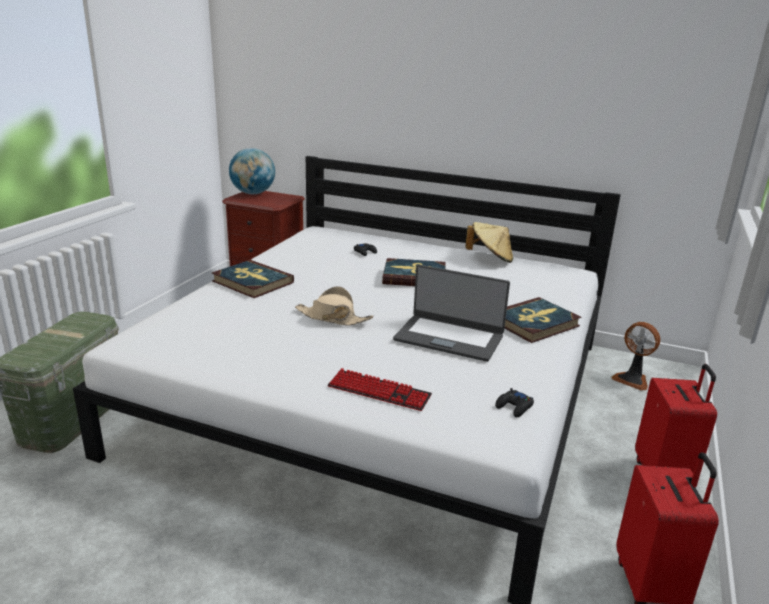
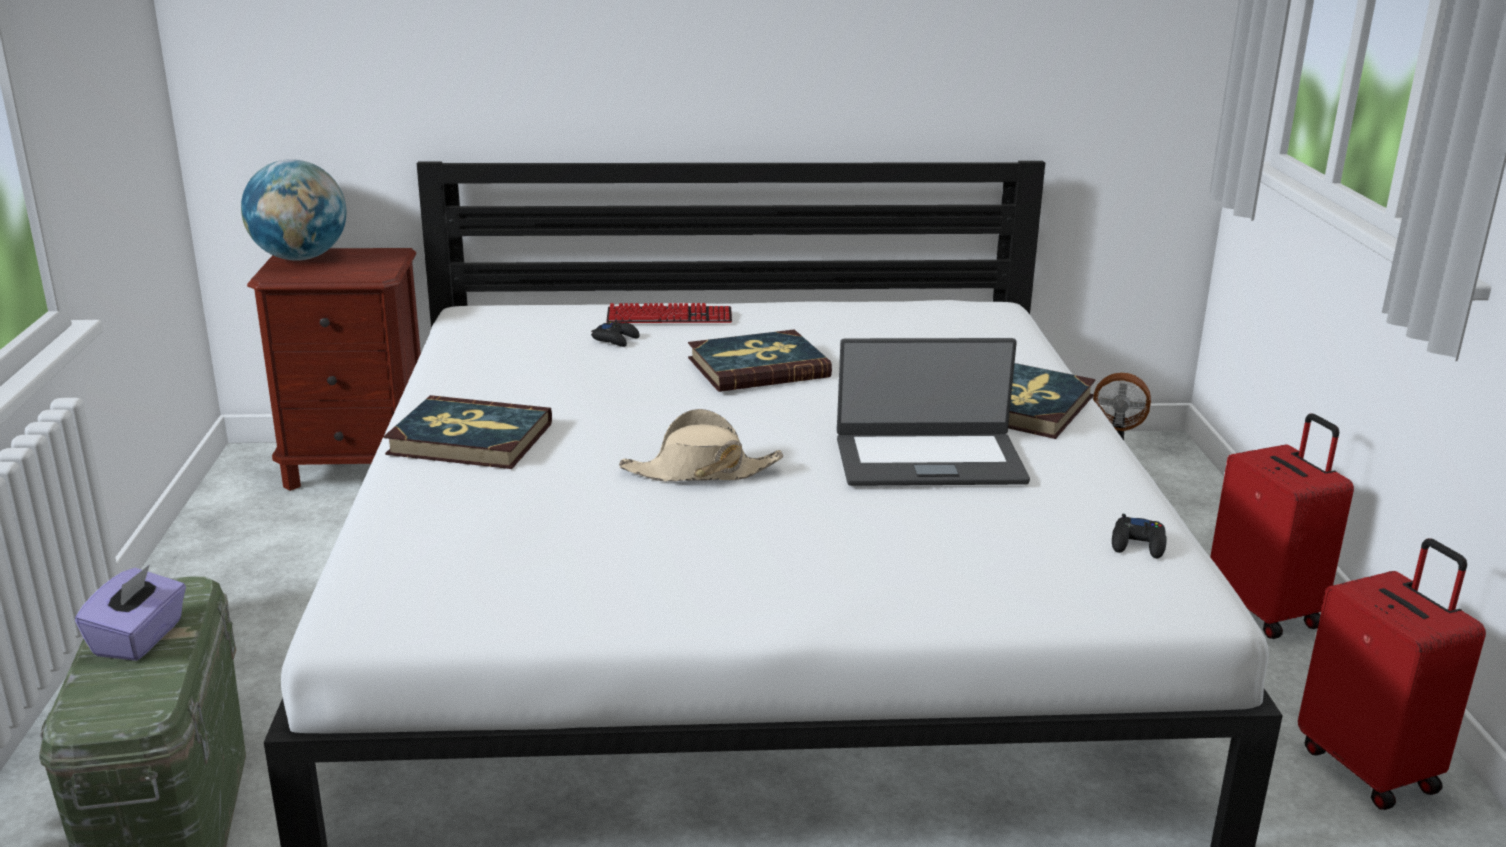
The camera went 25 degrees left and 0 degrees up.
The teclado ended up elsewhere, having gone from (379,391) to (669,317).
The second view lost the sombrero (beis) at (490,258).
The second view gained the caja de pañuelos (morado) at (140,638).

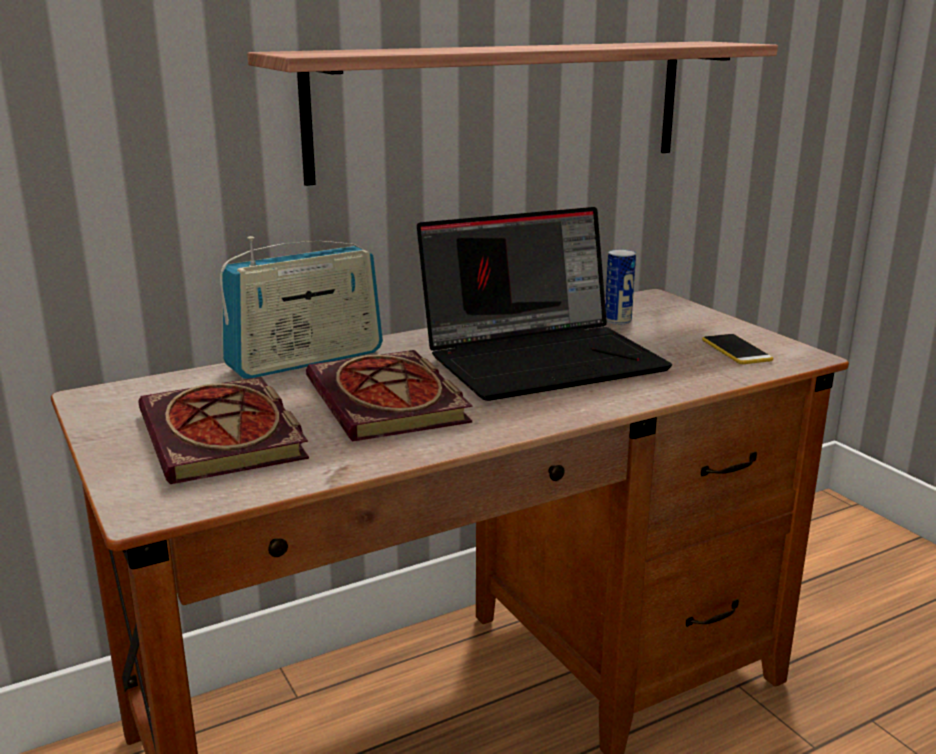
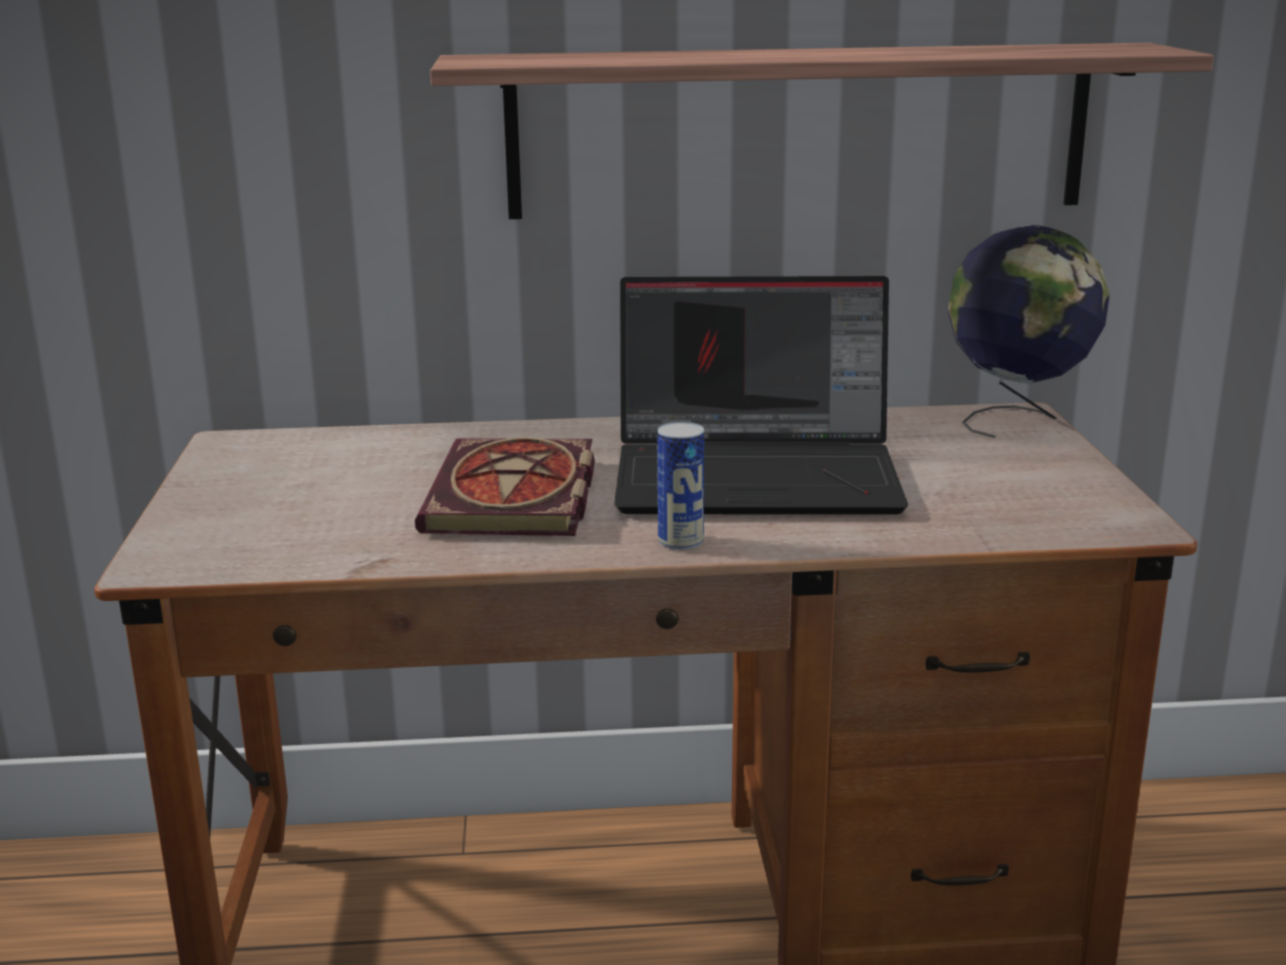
The camera went 25 degrees right and 0 degrees up.
The second view lost the libro at (226,437).
The second view lost the radio at (306,360).
The lata ended up elsewhere, having gone from (618,321) to (680,541).
The second view lost the móvil at (736,350).
The second view gained the globo terráqueo at (1017,419).

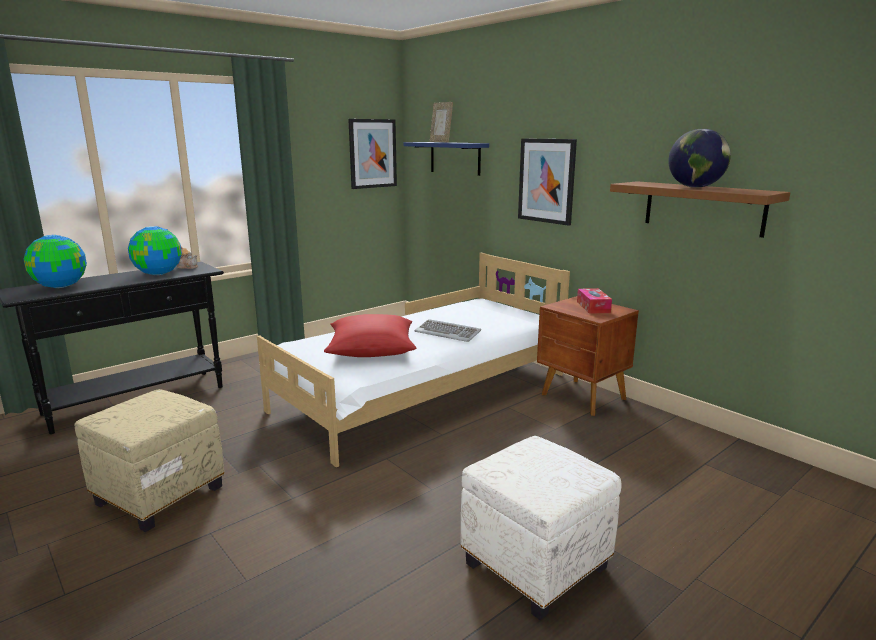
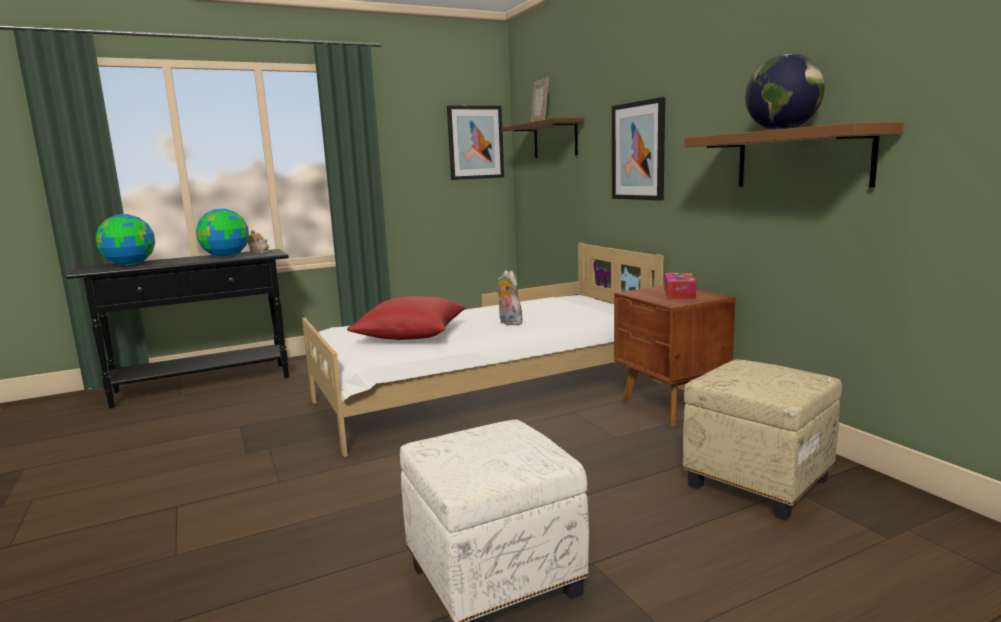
The camera went 15 degrees right and 5 degrees down.
The puf (beis) ended up elsewhere, having gone from (159,496) to (758,483).
What was the estante (azul) at (455,158) turned into the estante (marrón) at (555,139).
Where the teclado stood at (448,333), the peluche came to stand at (508,323).

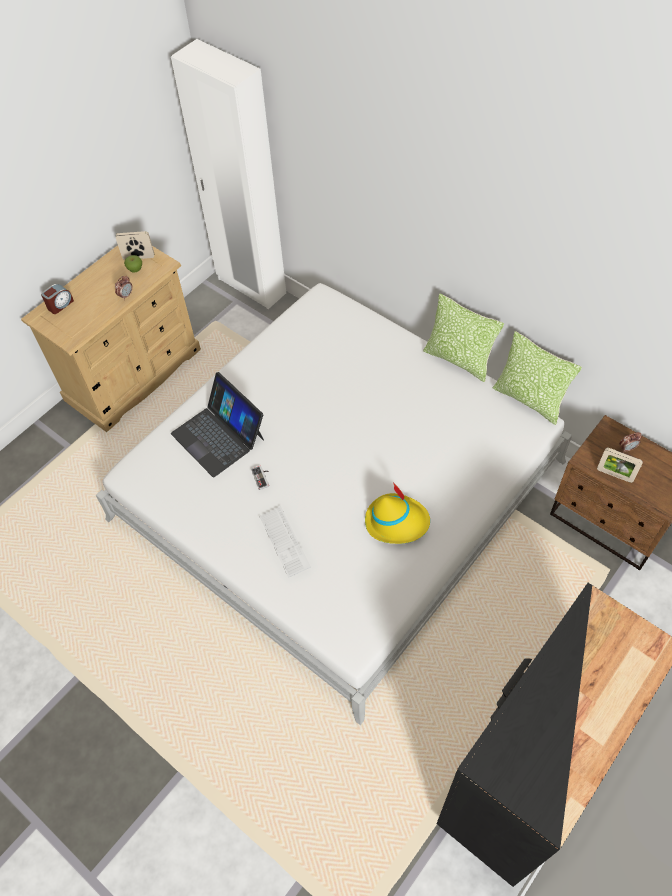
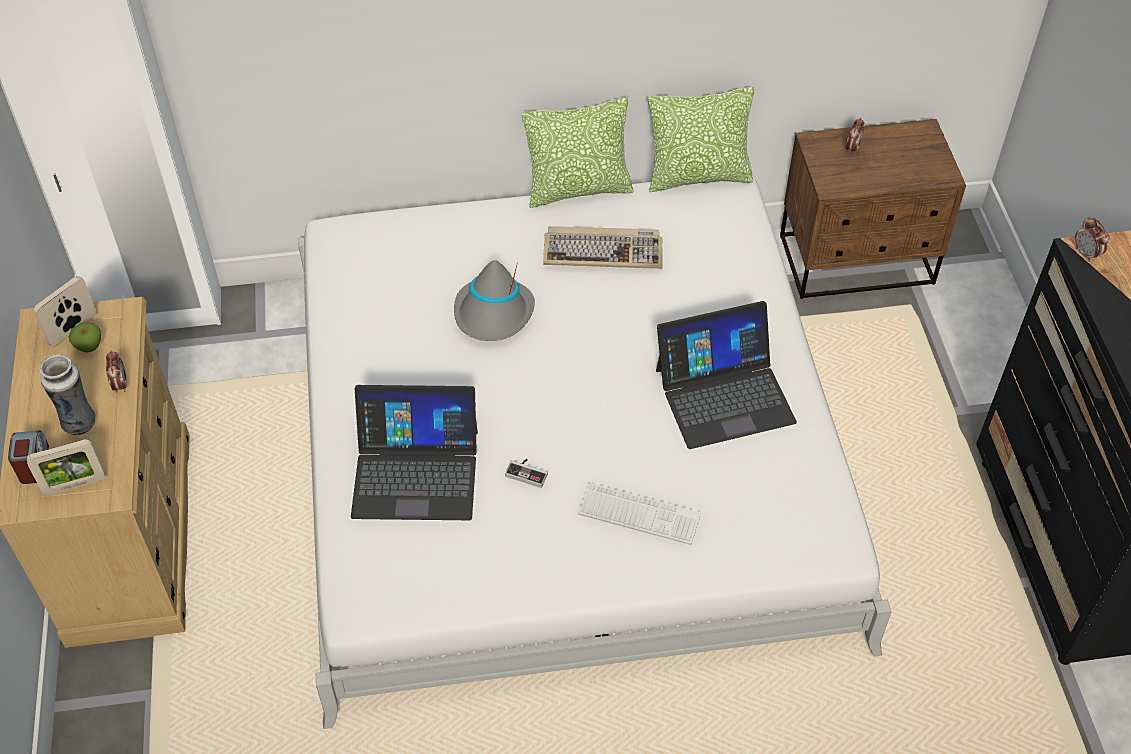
The camera went 50 degrees left and 5 degrees down.
Where the sombrero (amarillo) stood at (396,521), the portátil came to stand at (724,395).
The portarretratos ended up elsewhere, having gone from (614,475) to (74,485).
The second view gained the florero at (79,422).
The second view gained the sombrero (gris) at (494,314).
The second view gained the teclado at (603,251).
The second view gained the despertador at (1086,254).

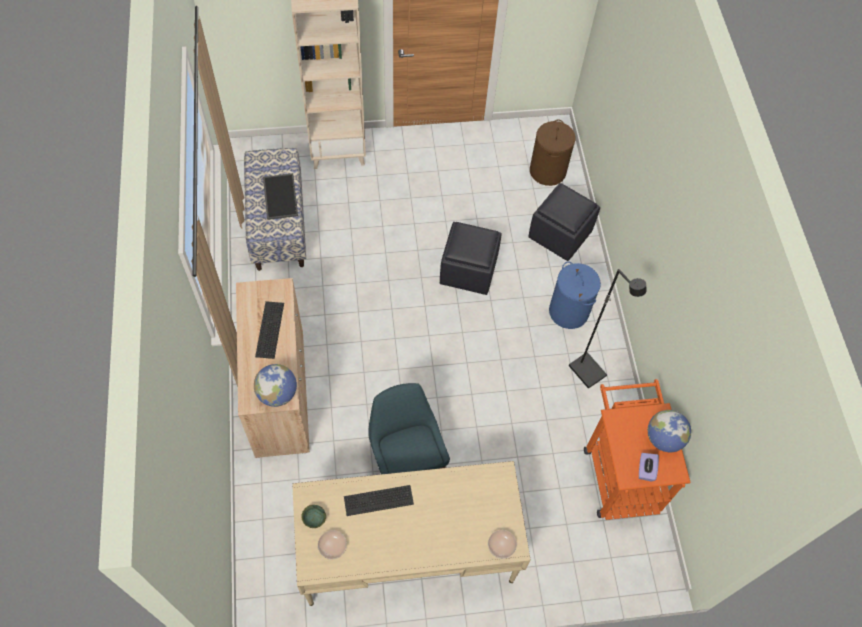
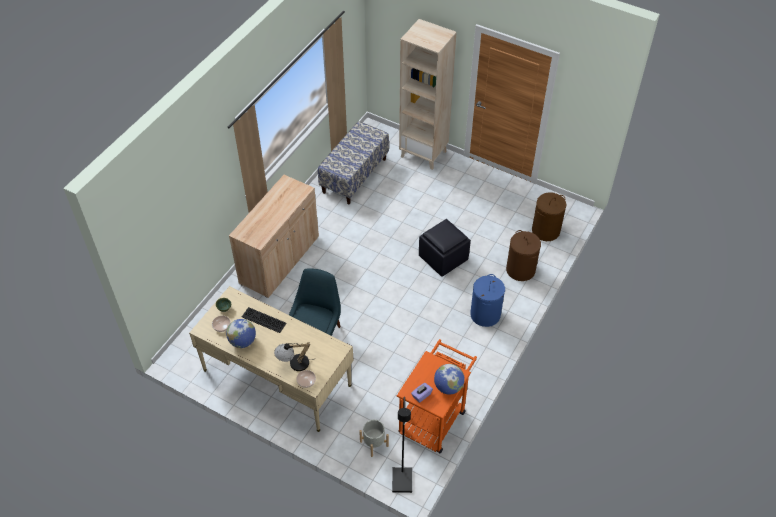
The camera went 40 degrees right and 10 degrees down.
The globo terráqueo ended up elsewhere, having gone from (277,393) to (242,341).
The second view lost the teclado at (268,329).
The second view lost the bandeja at (279,196).
Where the puf (negro) stood at (560,234), the cesto de la ropa (marrón) came to stand at (520,270).
The lámpara de pie (negro) ended up elsewhere, having gone from (588,371) to (403,481).
The second view gained the lámpara de mesa at (294,364).
The second view gained the maceta (gris) at (374,444).

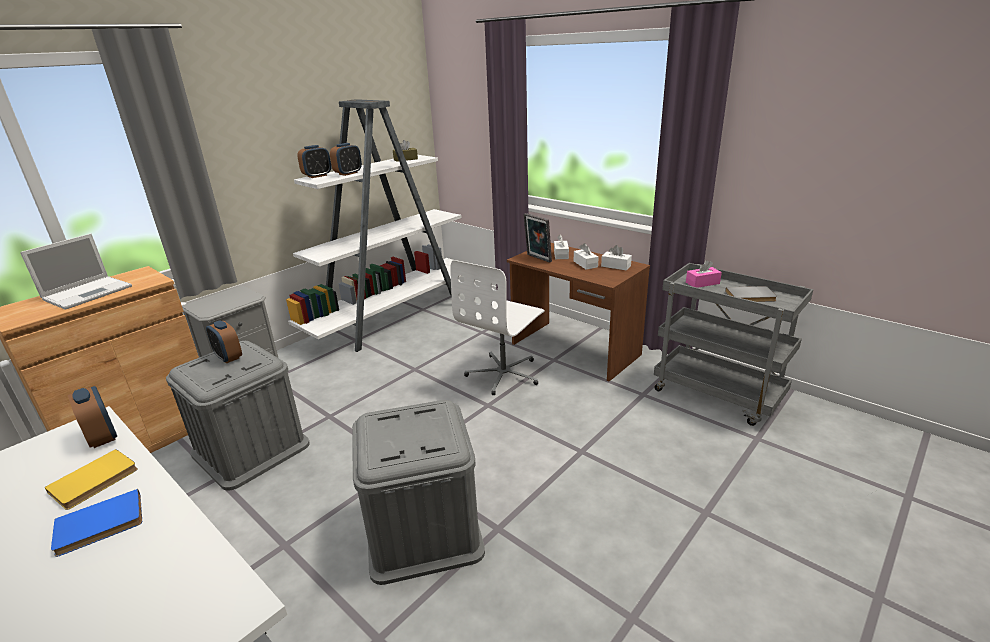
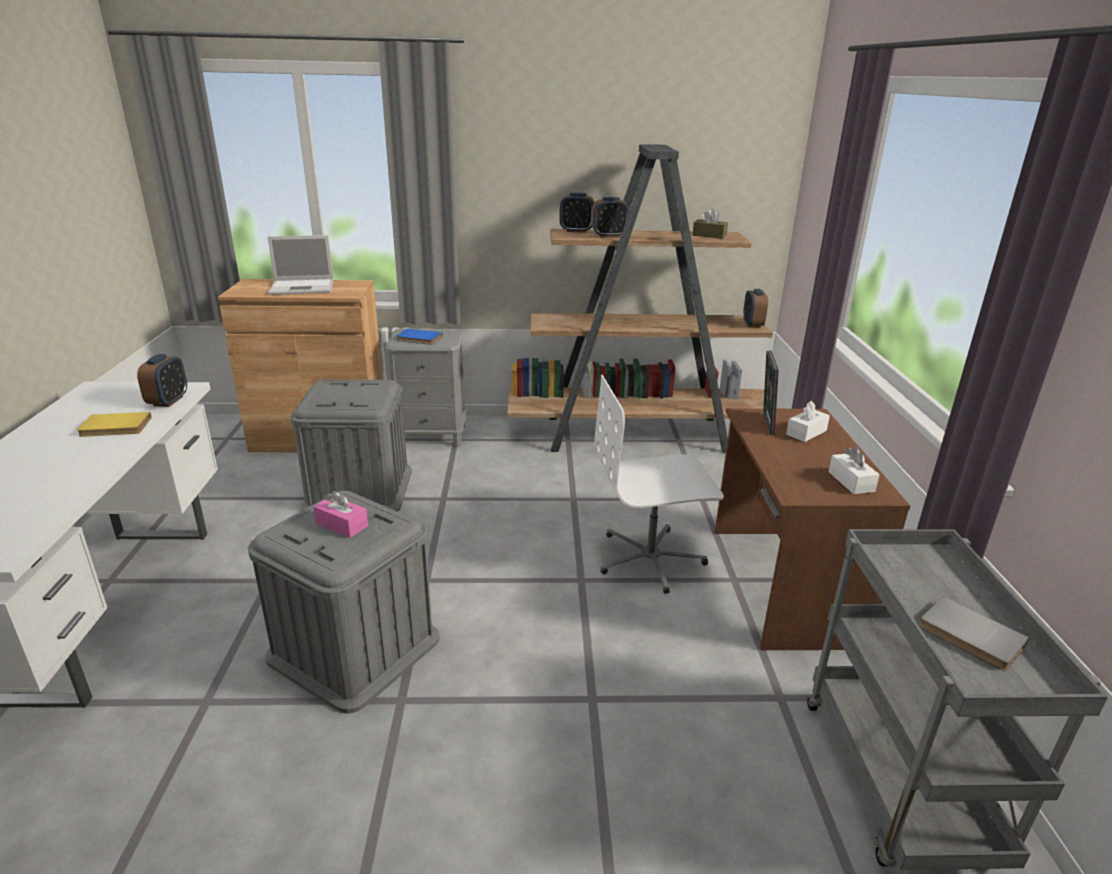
The camera went 45 degrees right and 0 degrees up.
The libro (azul) ended up elsewhere, having gone from (100,526) to (418,339).
The despertador ended up elsewhere, having gone from (228,357) to (752,324).
What was the estantería (blanco) at (395,316) turned into the estantería (marrón) at (639,434).
The second view lost the caja de pañuelos (blanco) at (585,264).
The caja de pañuelos (rosa) ended up elsewhere, having gone from (702,283) to (342,525).

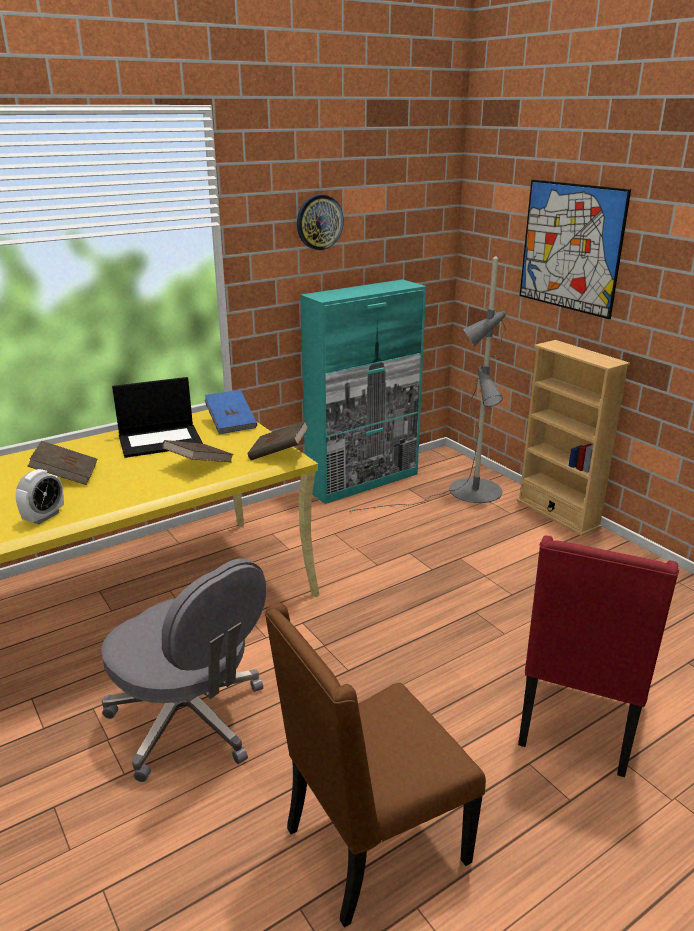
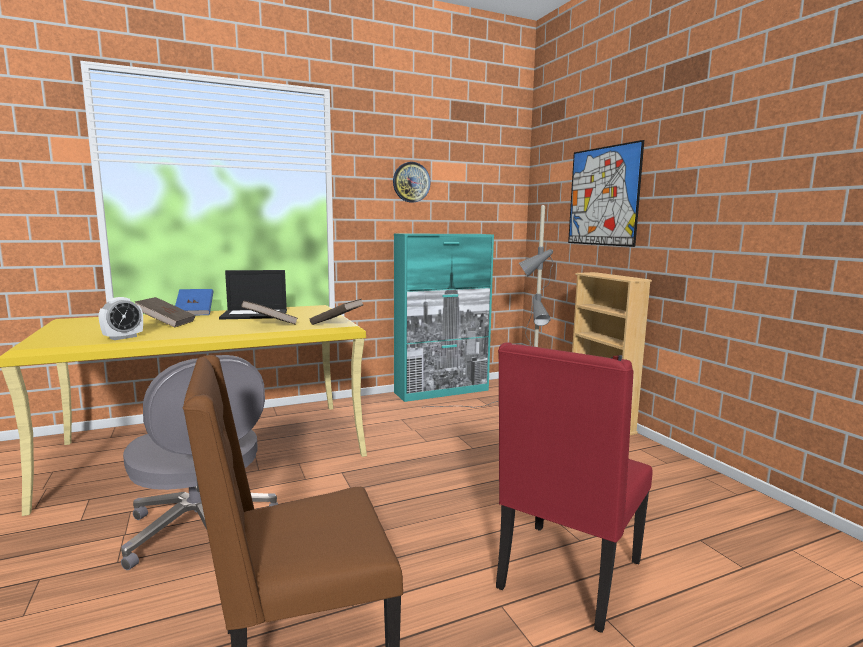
The camera went 10 degrees right and 15 degrees down.
The libro (azul) ended up elsewhere, having gone from (231,423) to (195,312).

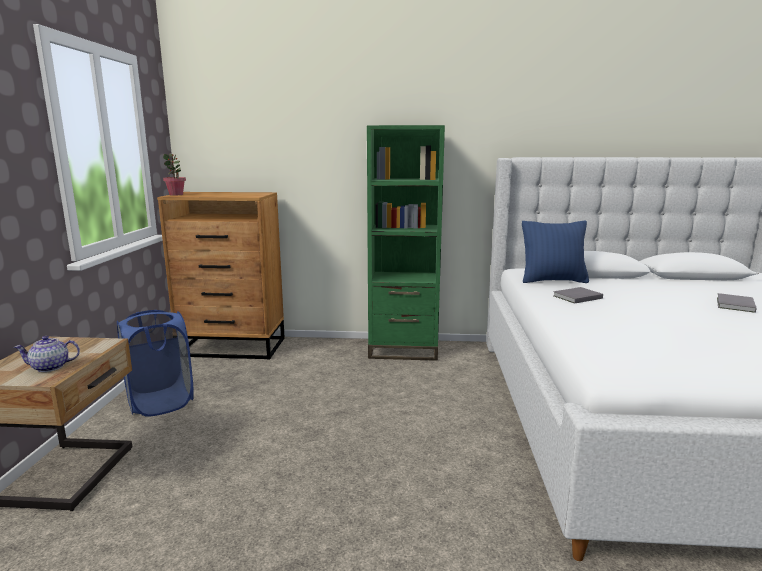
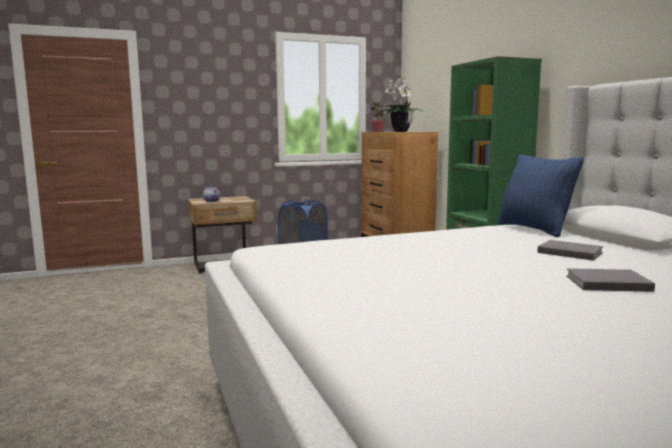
The camera went 65 degrees right and 5 degrees down.
The libro (gris) ended up elsewhere, having gone from (576,297) to (568,252).
The second view gained the planta en maceta at (400,131).

